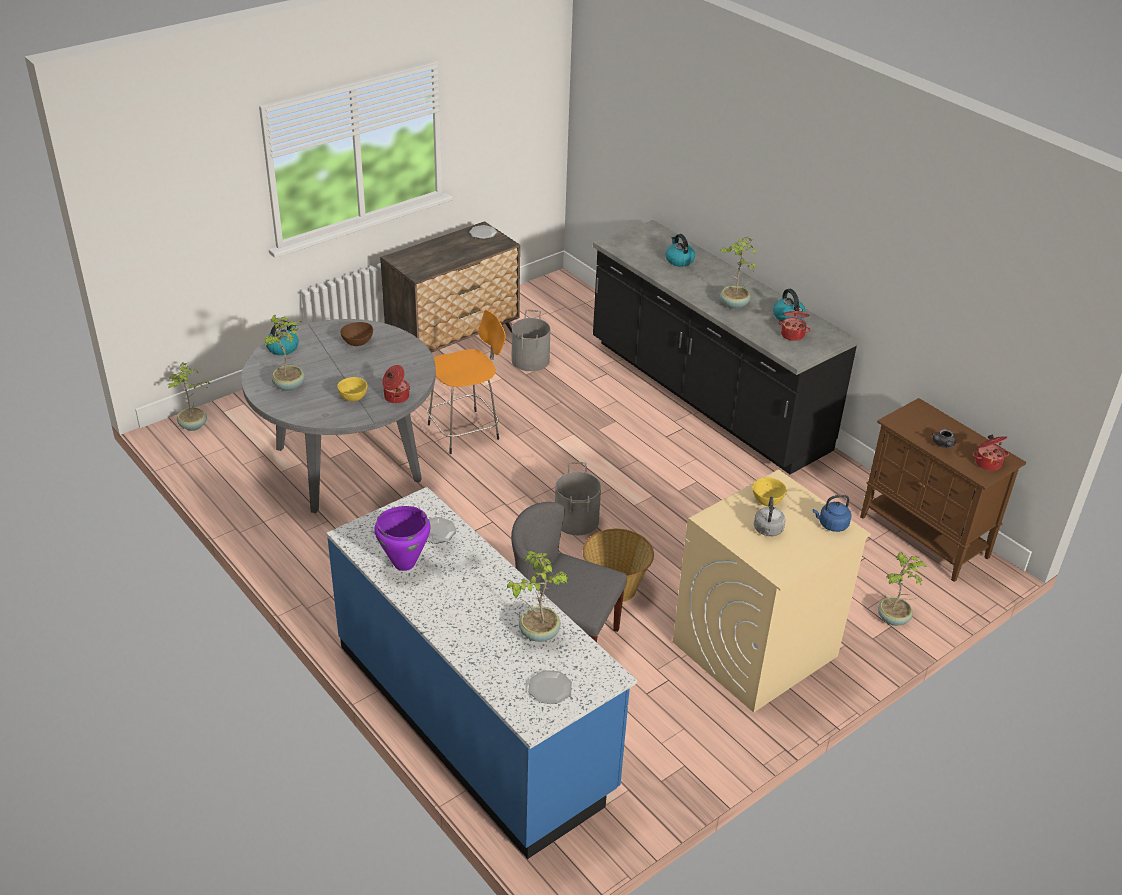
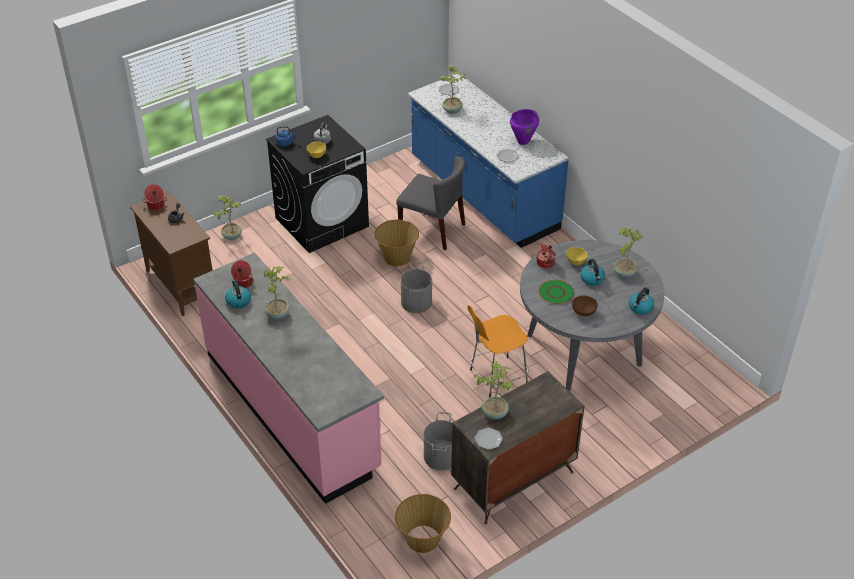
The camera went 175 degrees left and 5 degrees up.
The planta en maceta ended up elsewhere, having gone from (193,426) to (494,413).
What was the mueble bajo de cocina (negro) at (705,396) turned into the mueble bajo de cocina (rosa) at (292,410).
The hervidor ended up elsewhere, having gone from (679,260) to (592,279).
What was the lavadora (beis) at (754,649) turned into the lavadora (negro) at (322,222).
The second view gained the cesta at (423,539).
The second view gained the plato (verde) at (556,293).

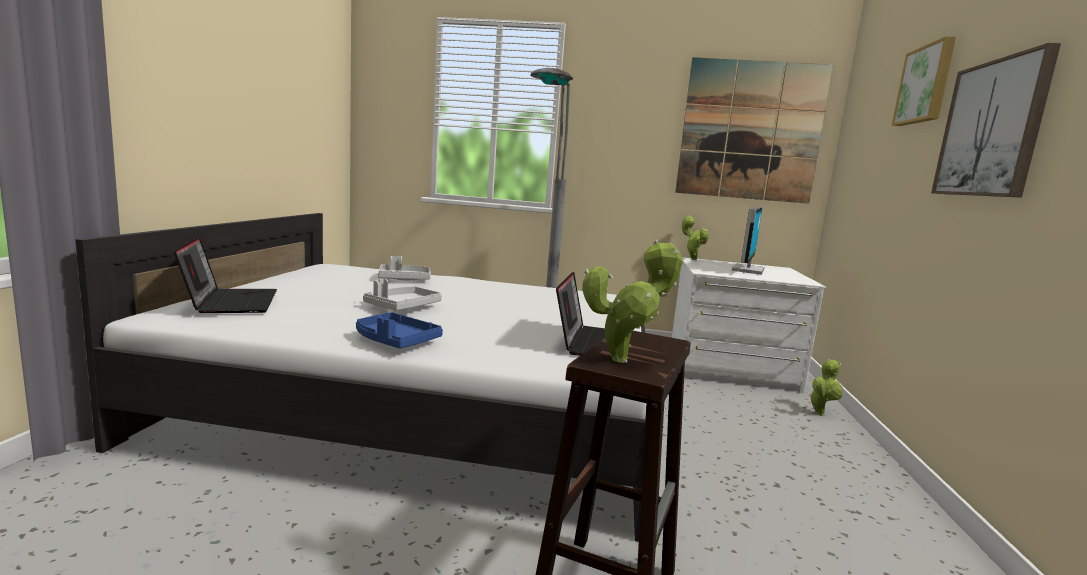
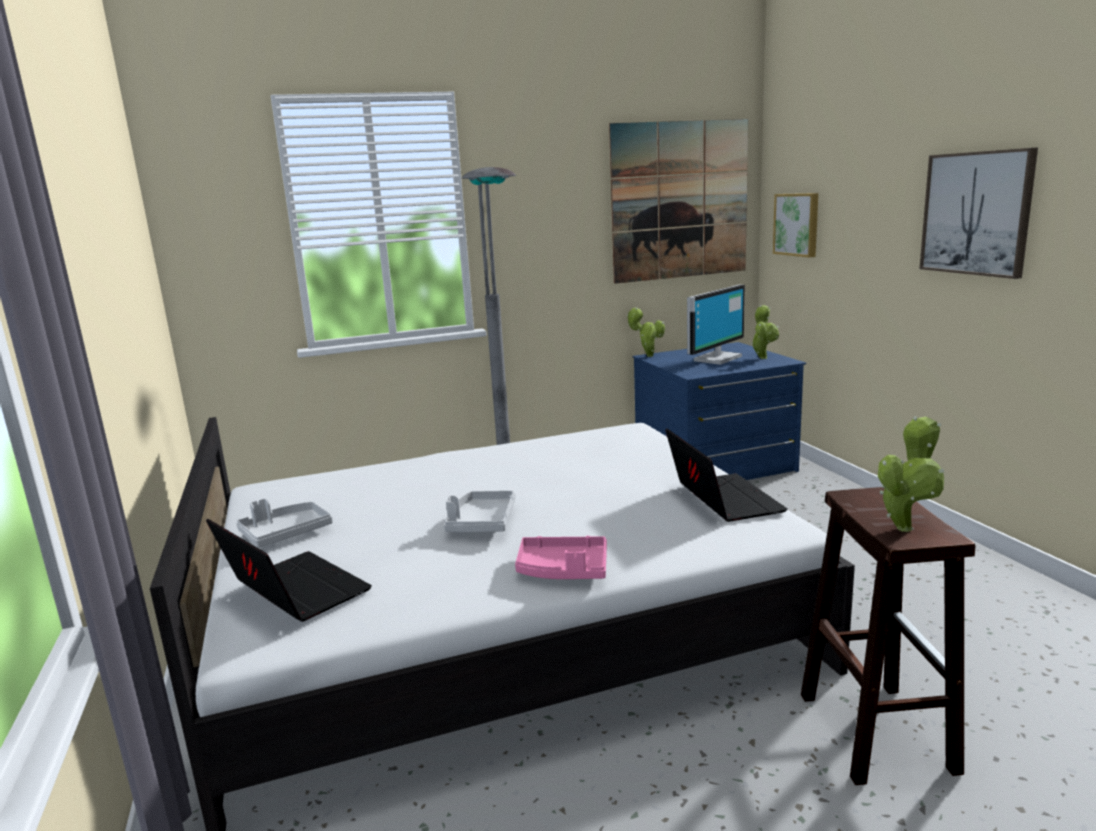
The camera went 25 degrees left and 5 degrees up.
What was the bandeja (azul) at (395,341) turned into the bandeja (rosa) at (563,570).
The bandeja (gris) ended up elsewhere, having gone from (404,279) to (285,533).
What was the cómoda (blanco) at (730,368) turned into the cómoda (azul) at (715,464).
The monitor at (746,270) ended up facing another way, 45 degrees clockwise from before.
The planta en maceta ended up elsewhere, having gone from (820,413) to (763,357).
The cuadro ended up elsewhere, having gone from (926,85) to (797,224).

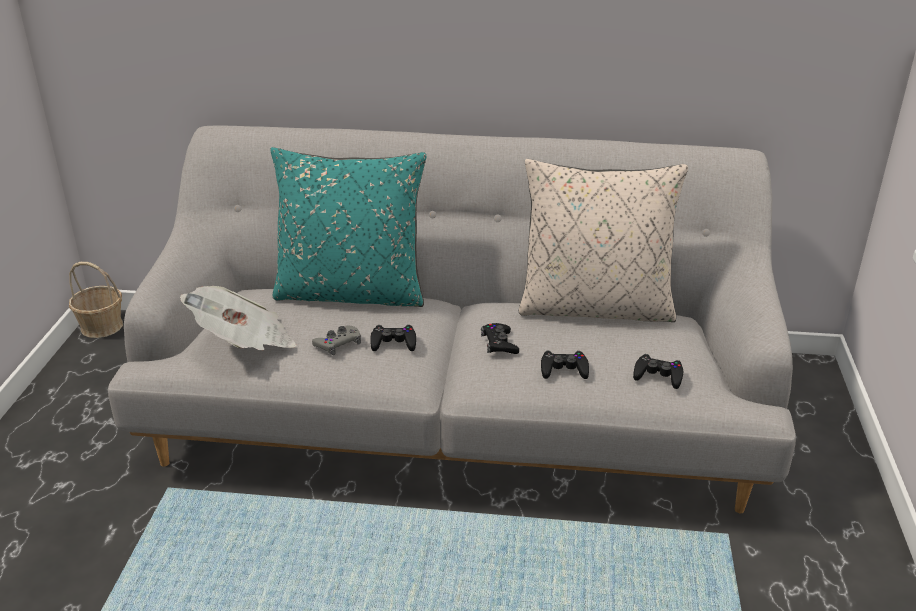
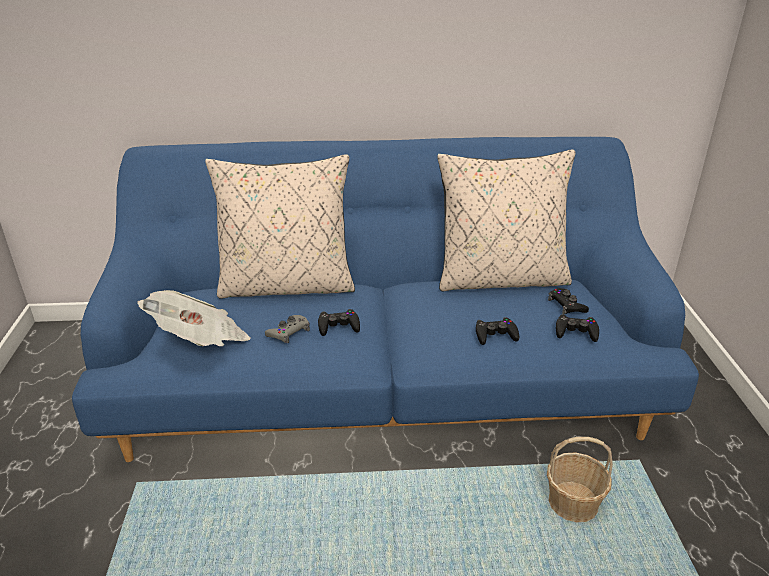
The camera went 10 degrees left and 0 degrees up.
The cesta ended up elsewhere, having gone from (102,326) to (573,503).
What was the sofá (gris) at (458,414) turned into the sofá (azul) at (384,381).
What was the cojín (turquesa) at (351,293) turned into the cojín (beis) at (287,286).
The mando de consola (negro) ended up elsewhere, having gone from (499,344) to (566,305).

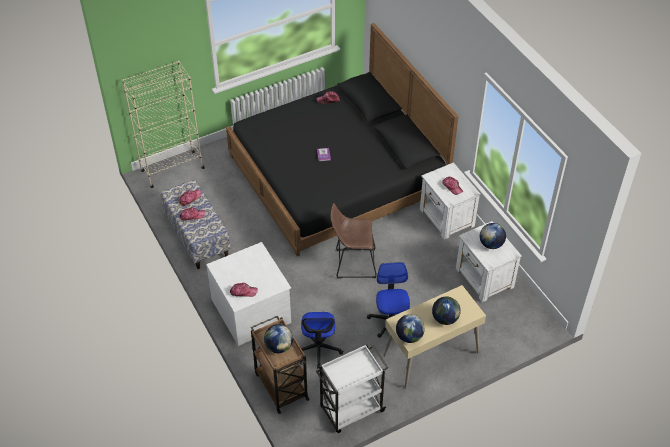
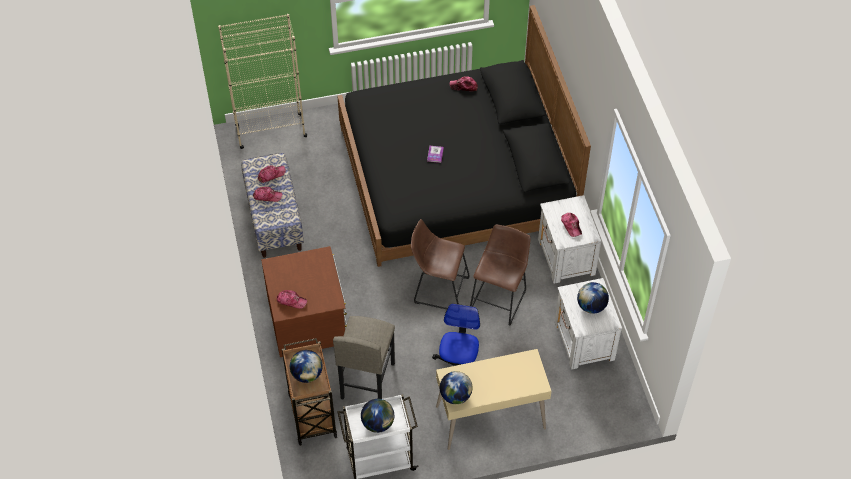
The camera went 15 degrees right and 5 degrees up.
What was the cómoda (blanco) at (252,310) turned into the cómoda (marrón) at (308,319).
Where the silla de oficina stood at (318,348), the taburete (gris) came to stand at (367,381).
The globo terráqueo ended up elsewhere, having gone from (445,318) to (378,423).
The second view gained the taburete (marrón) at (499,298).

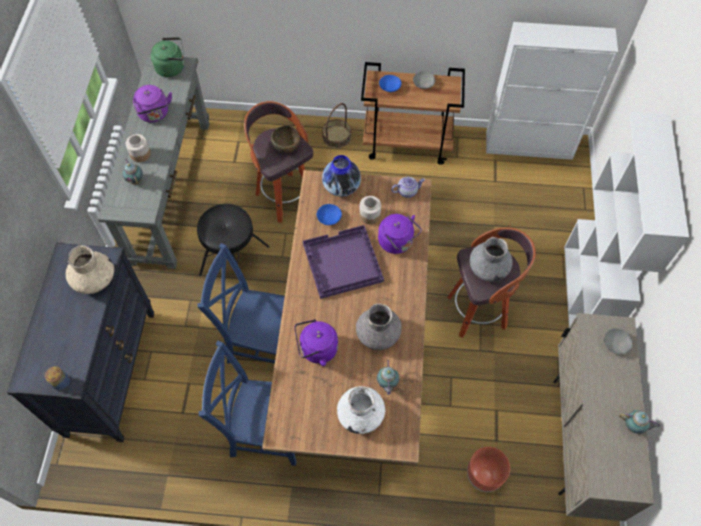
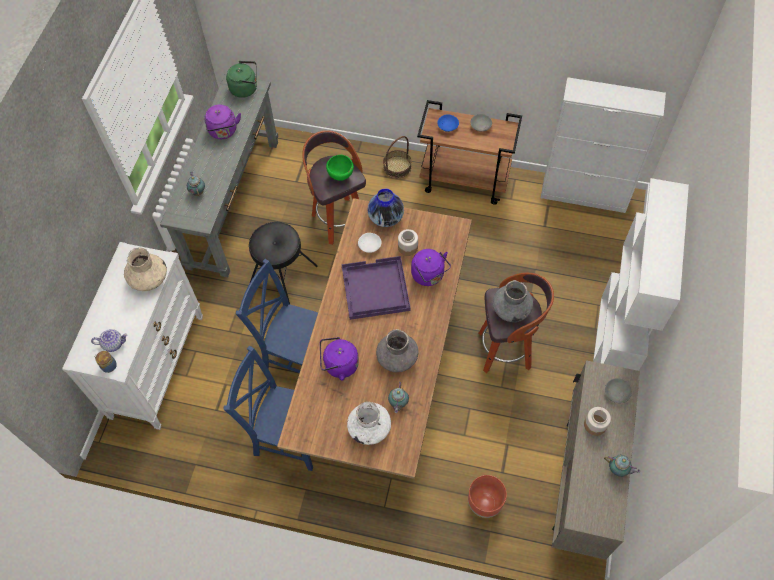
The camera went 10 degrees right and 0 degrees up.
What was the cómoda (negro) at (111,372) turned into the cómoda (blanco) at (157,365).
The tarro ended up elsewhere, having gone from (140,154) to (595,424).
What was the cuenco (marrón) at (287,148) turned into the cuenco (verde) at (341,176).
What was the cuenco (azul) at (329,217) turned into the cuenco (blanco) at (369,245).
The tetera ended up elsewhere, having gone from (407,191) to (113,343).

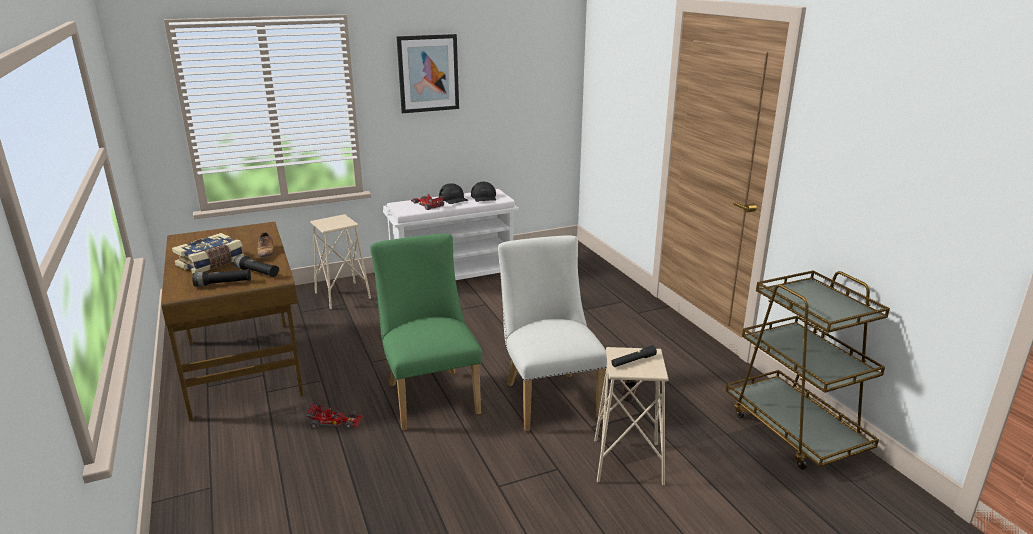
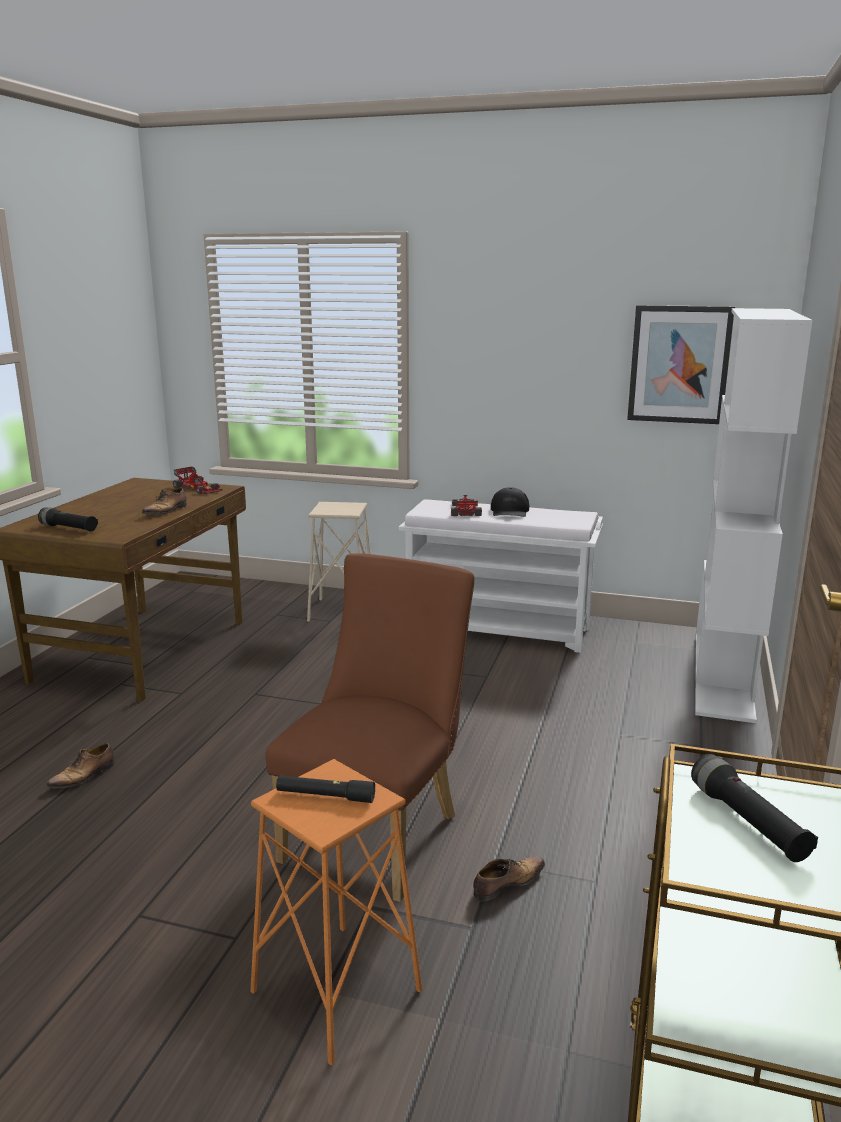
The camera went 40 degrees right and 5 degrees down.
The second view lost the libro at (211,263).
The linterna (negro) ended up elsewhere, having gone from (257,272) to (747,822).
The coche de juguete ended up elsewhere, having gone from (335,421) to (198,488).
The second view lost the silla (verde) at (430,395).
The cuadro ended up elsewhere, having gone from (428,73) to (679,364).
The second view lost the gorra (negro) at (484,197).
What was the silla (blanco) at (548,396) turned into the silla (marrón) at (379,832).
What was the taburete (beis) at (627,461) turned into the taburete (naranja) at (337,990).
The second view gained the zapato at (84,776).
The second view gained the estantería (blanco) at (724,675).

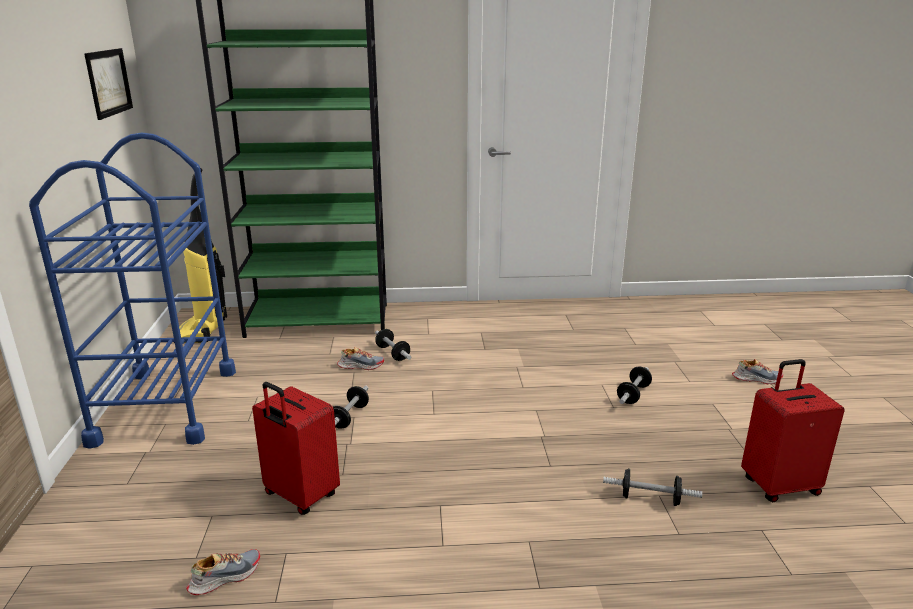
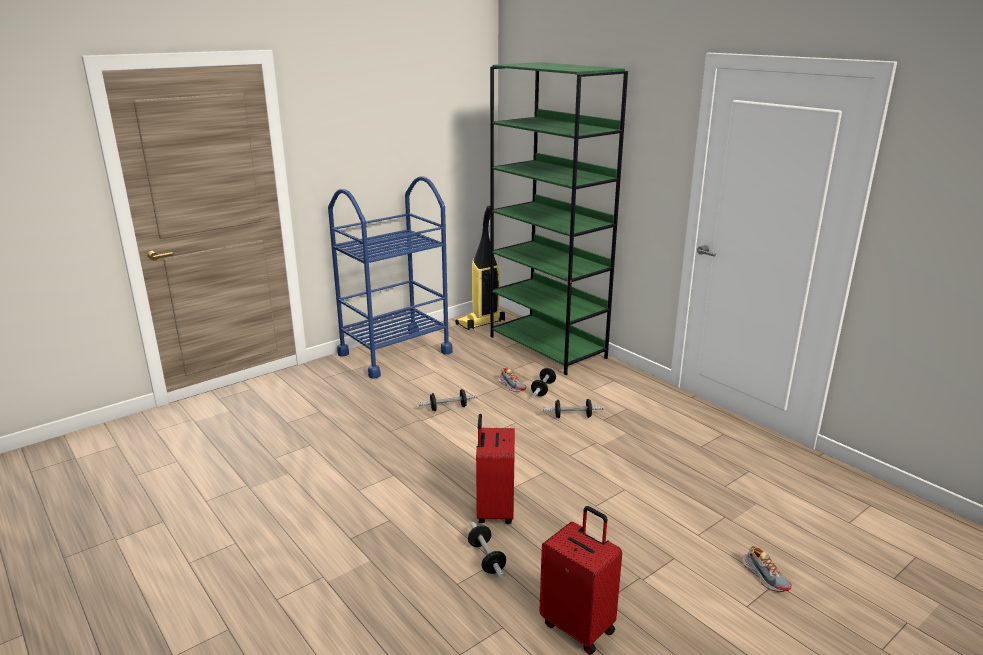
The camera went 55 degrees right and 0 degrees up.
The second view lost the cuadro at (109,82).
The second view lost the zapato at (225,577).
The maleta (rojo) ended up elsewhere, having gone from (300,496) to (494,511).
The mancuerna ended up elsewhere, having gone from (633,394) to (572,416).

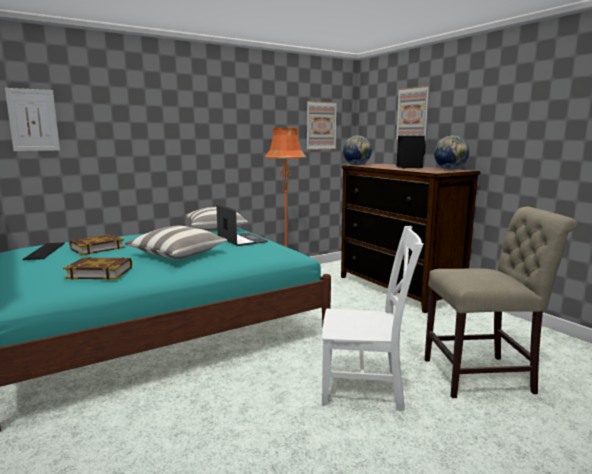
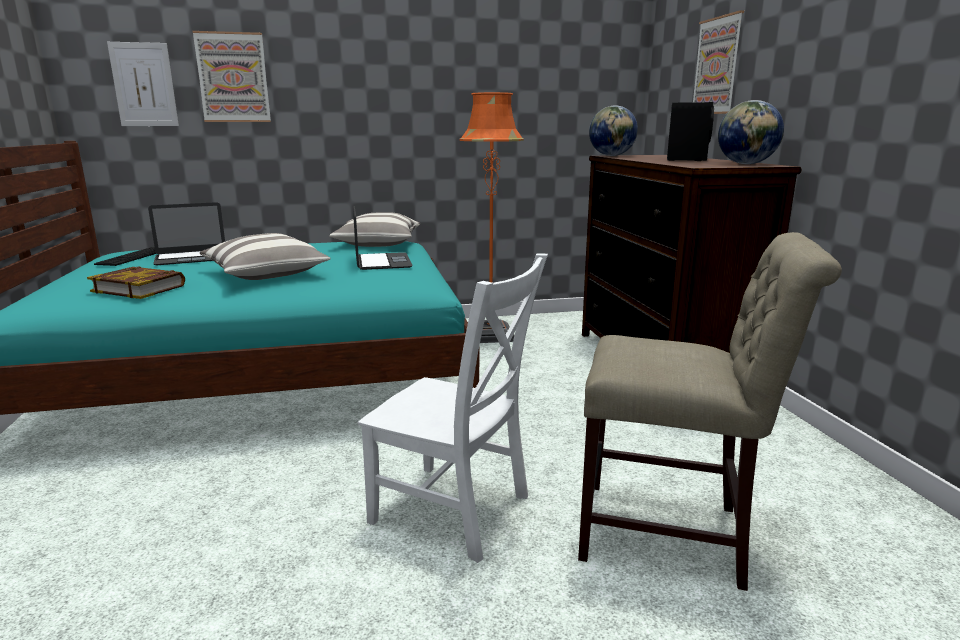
The camera went 20 degrees right and 5 degrees up.
Where the libro stood at (97,248), the portátil came to stand at (192,258).
The cuadro ended up elsewhere, having gone from (321,125) to (233,78).

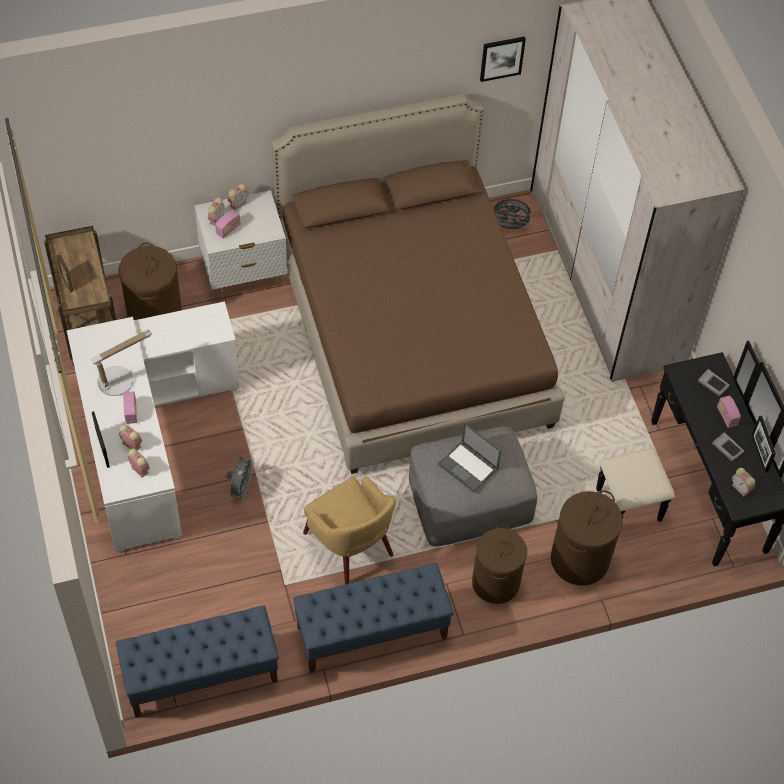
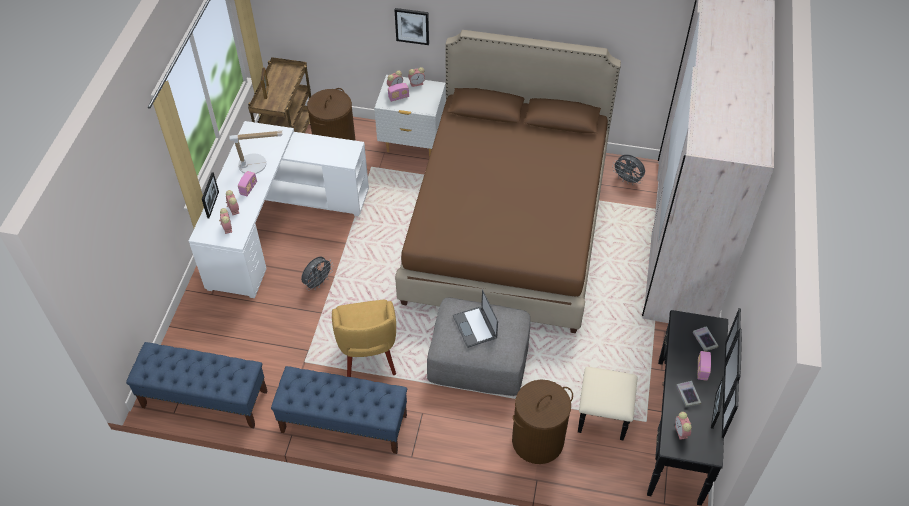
The camera went 30 degrees right and 5 degrees down.
The second view lost the cesto de la ropa (marrón) at (495,582).
The cuadro ended up elsewhere, having gone from (502,58) to (412,25).

